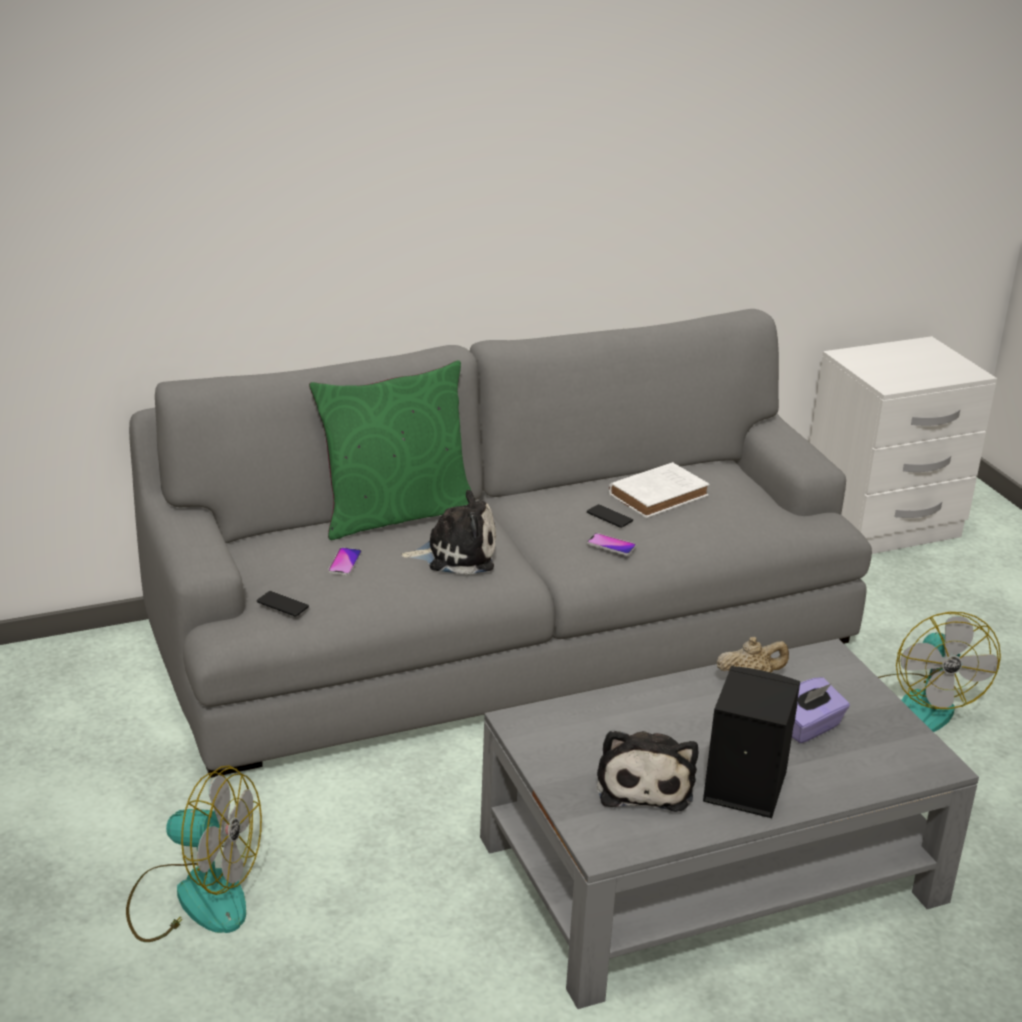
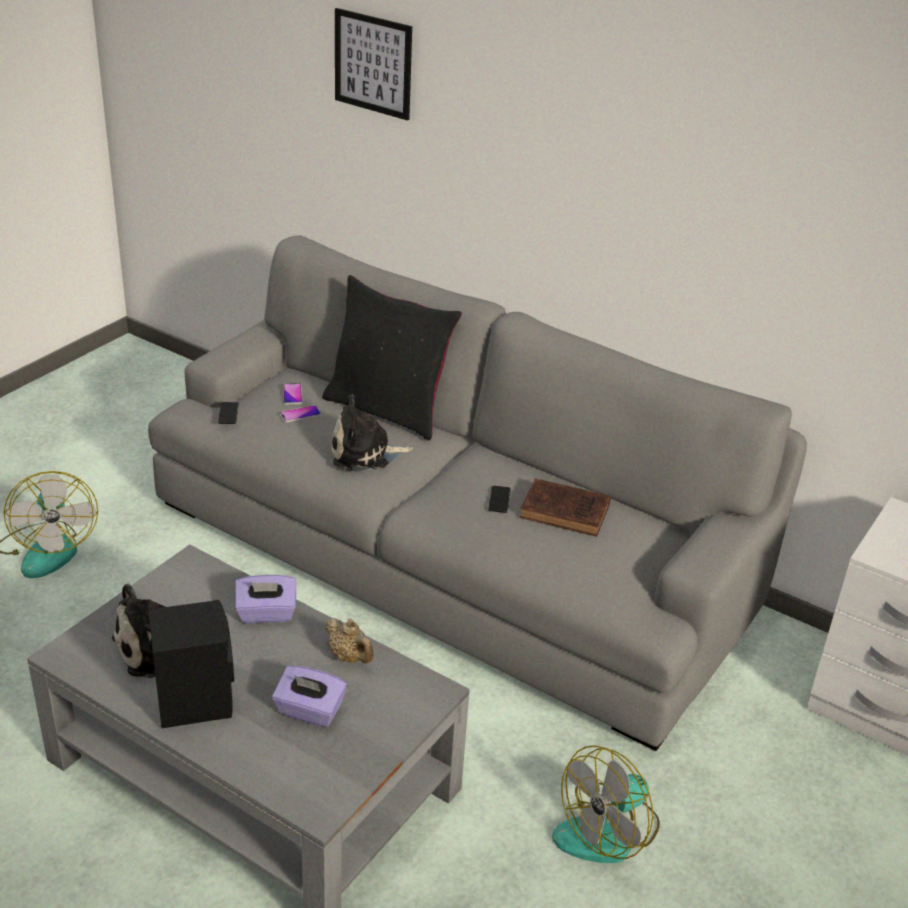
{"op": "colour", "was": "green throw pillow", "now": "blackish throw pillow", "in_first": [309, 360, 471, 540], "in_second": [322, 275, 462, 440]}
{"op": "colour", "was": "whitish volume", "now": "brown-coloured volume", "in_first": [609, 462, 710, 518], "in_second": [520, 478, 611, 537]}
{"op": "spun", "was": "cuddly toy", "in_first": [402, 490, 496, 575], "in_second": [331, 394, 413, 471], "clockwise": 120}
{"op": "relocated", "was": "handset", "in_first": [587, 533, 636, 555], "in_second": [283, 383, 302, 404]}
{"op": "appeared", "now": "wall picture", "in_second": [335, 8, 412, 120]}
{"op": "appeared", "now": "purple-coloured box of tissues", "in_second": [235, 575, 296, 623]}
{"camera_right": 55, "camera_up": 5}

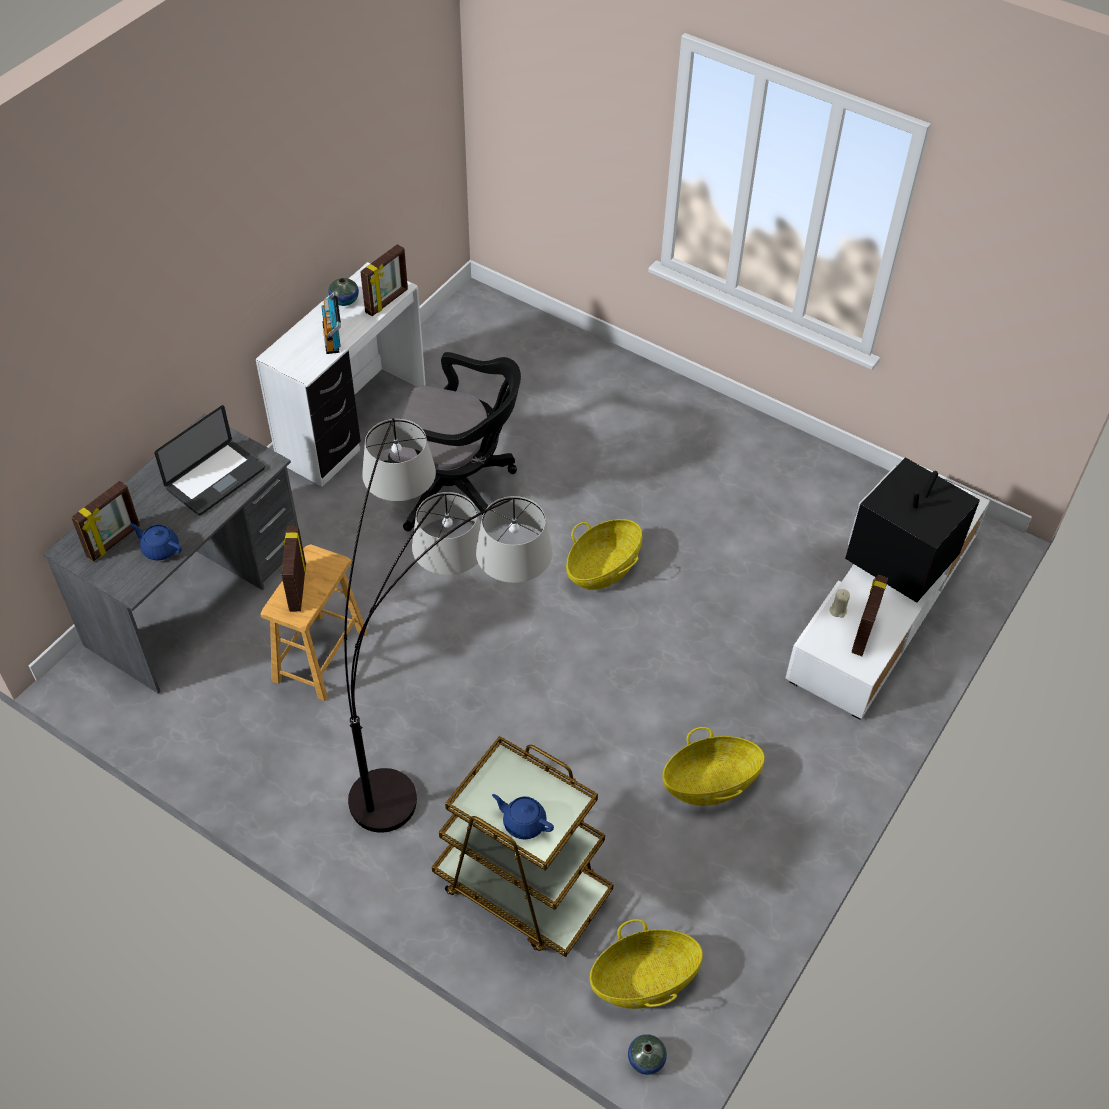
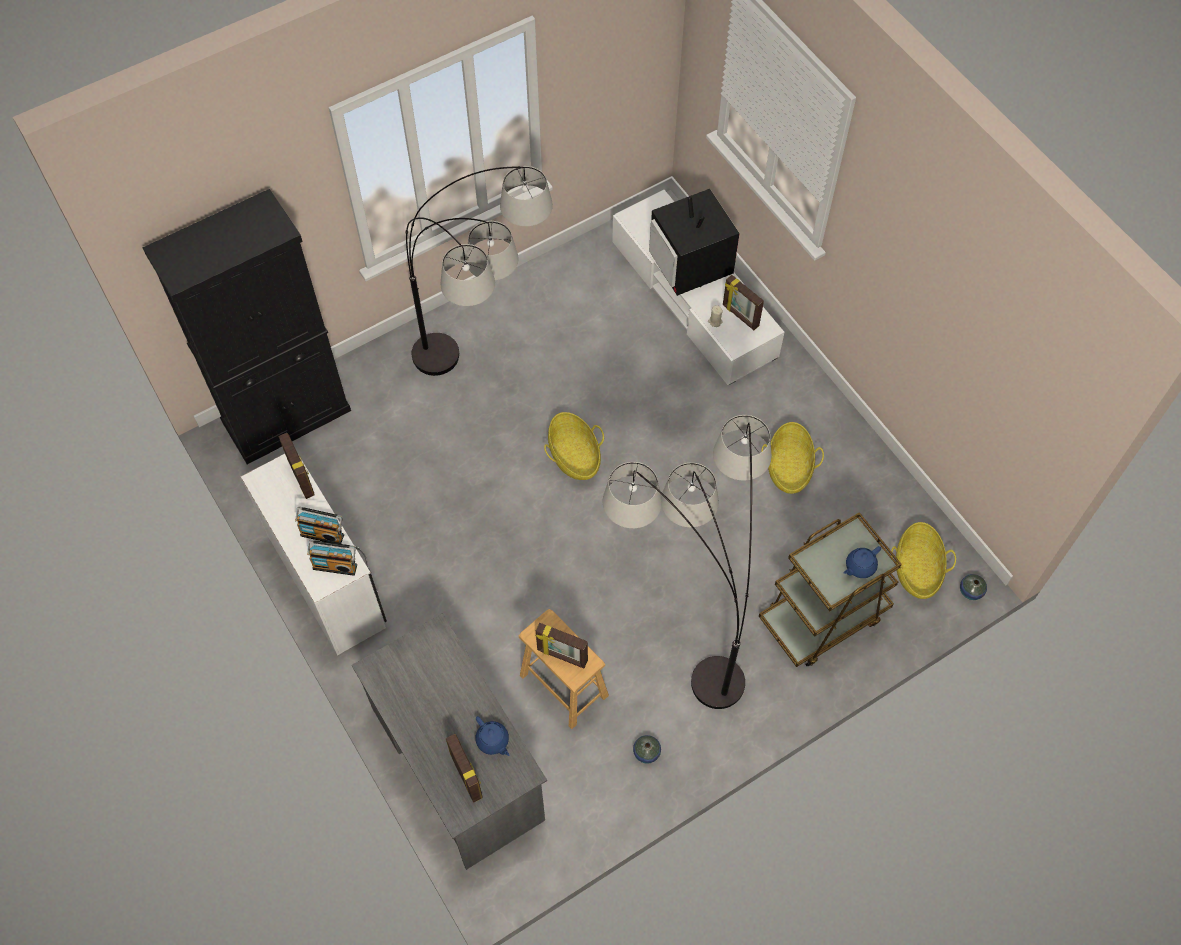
{"op": "relocated", "was": "decorative vase", "in_first": [328, 278, 359, 306], "in_second": [633, 735, 661, 764]}
{"op": "missing", "was": "blackish computer chair", "in_first": [383, 352, 521, 531]}
{"op": "missing", "was": "notebook computer", "in_first": [154, 405, 265, 515]}
{"op": "spun", "was": "blue pot for tea", "in_first": [130, 523, 182, 560], "in_second": [475, 716, 509, 756], "clockwise": -90}
{"op": "appeared", "now": "floor lamp", "in_second": [405, 166, 553, 376]}
{"op": "appeared", "now": "blackish cupboard", "in_second": [143, 189, 351, 464]}
{"op": "appeared", "now": "radio", "in_second": [307, 540, 357, 576]}
{"camera_right": -65, "camera_up": 10}

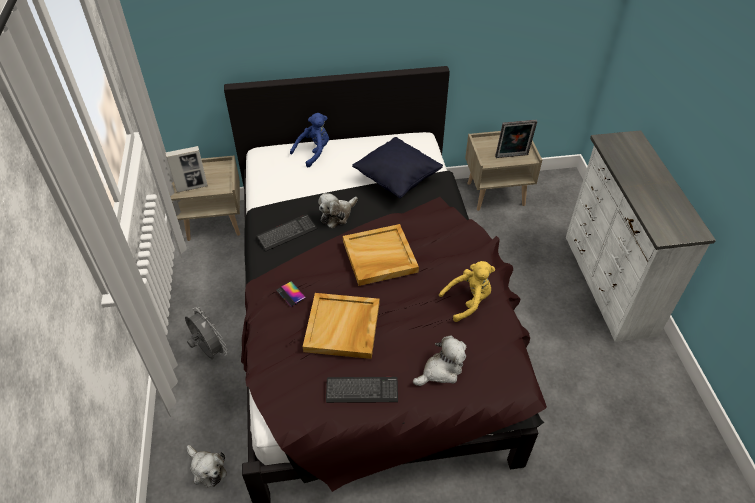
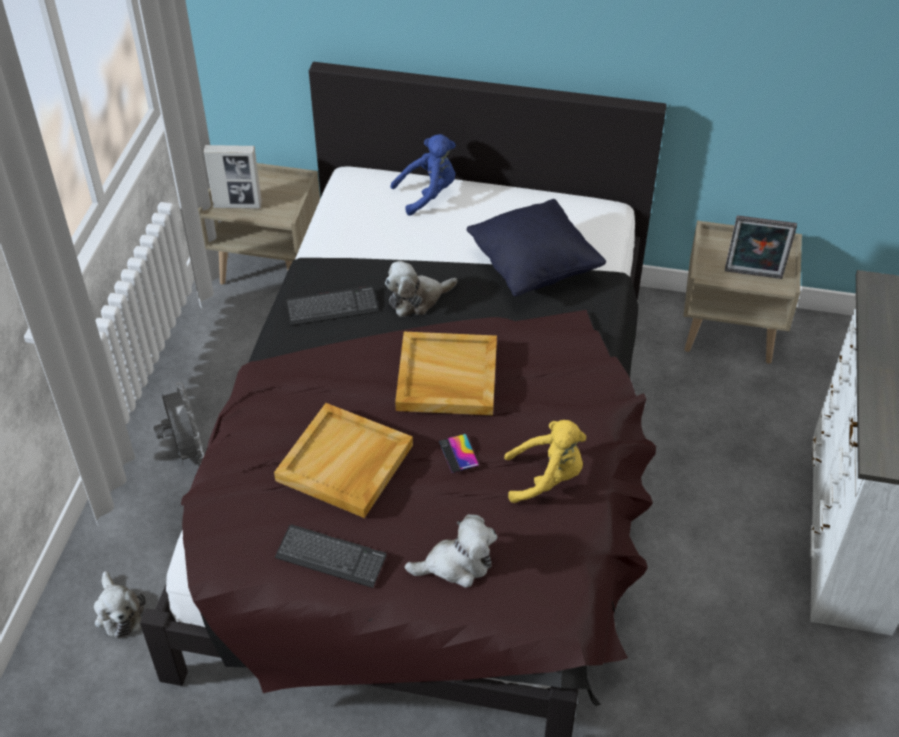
{"op": "relocated", "was": "handset", "in_first": [277, 281, 306, 307], "in_second": [439, 434, 479, 473]}
{"camera_right": 20, "camera_up": 0}

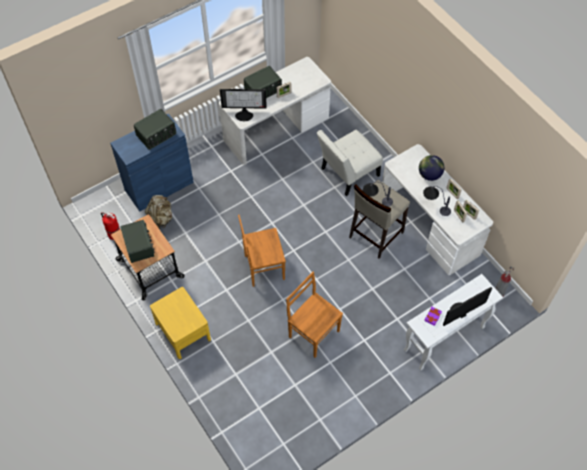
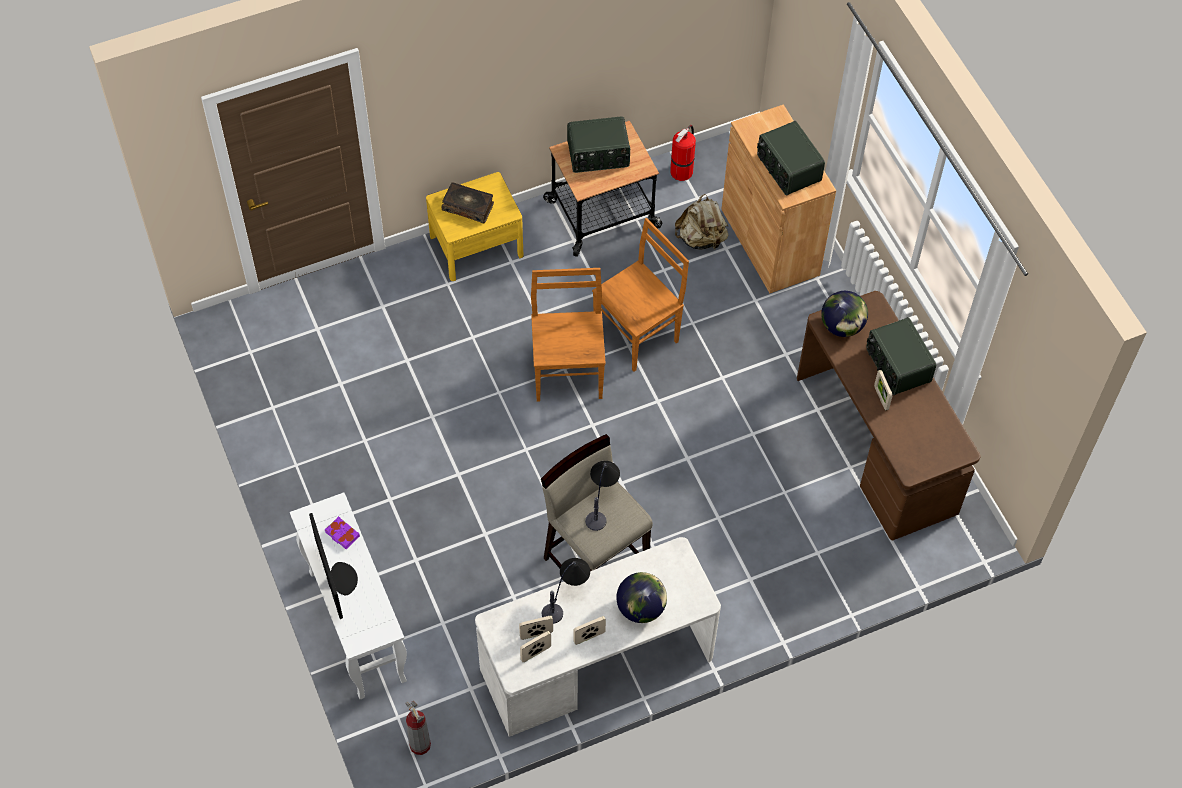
{"op": "colour", "was": "whitish desk table", "now": "brown-coloured desk table", "in_first": [219, 57, 331, 165], "in_second": [797, 291, 981, 540]}
{"op": "exchanged", "was": "monitor", "now": "globe", "in_first": [220, 89, 267, 121], "in_second": [821, 291, 868, 337]}
{"op": "colour", "was": "blue cupboard", "now": "brown-coloured cupboard", "in_first": [110, 114, 194, 211], "in_second": [721, 104, 836, 293]}
{"op": "missing", "was": "whitish chair", "in_first": [317, 130, 383, 196]}
{"op": "relocated", "was": "brown-coloured chair", "in_first": [286, 272, 343, 358], "in_second": [592, 218, 689, 372]}
{"op": "appeared", "now": "volume", "in_second": [442, 182, 494, 223]}
{"camera_right": 100, "camera_up": 0}

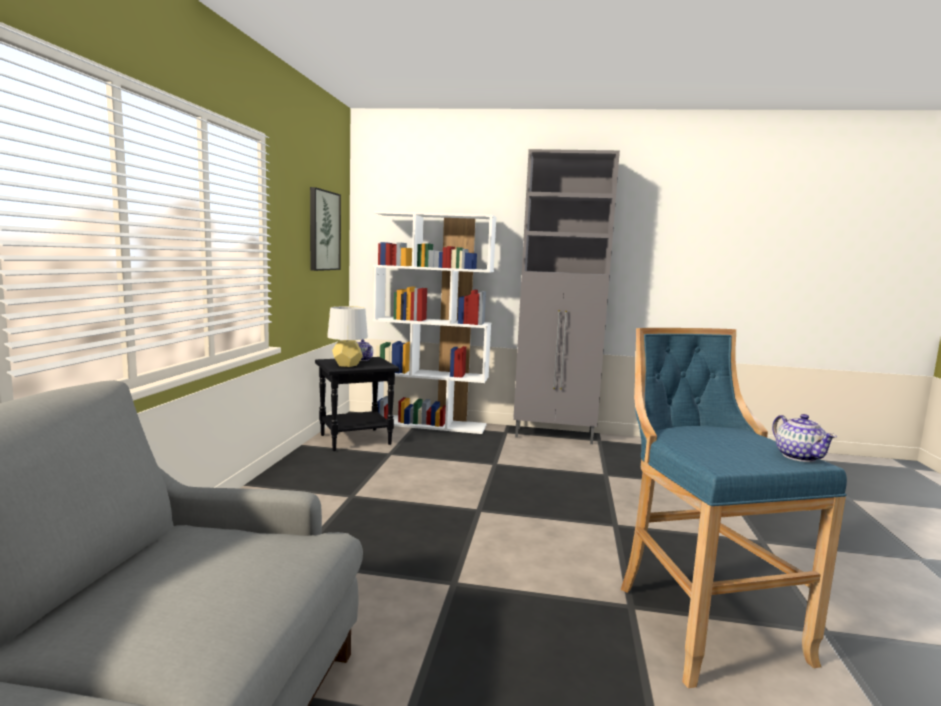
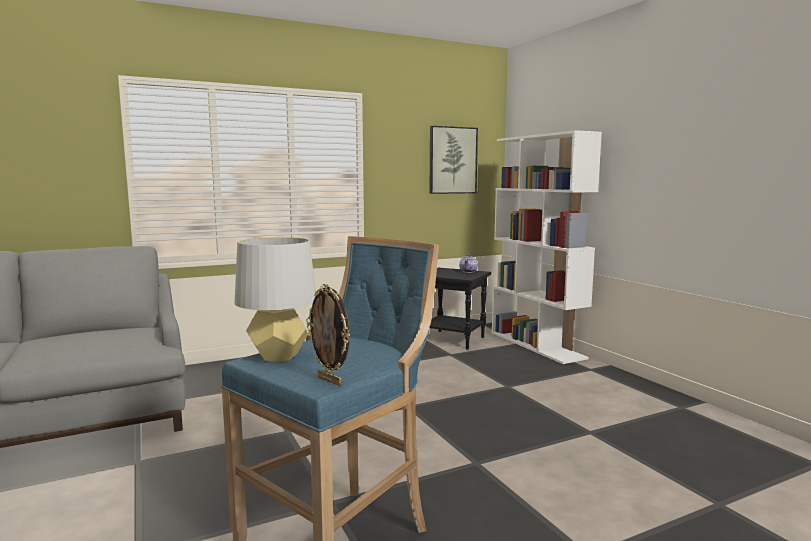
{"op": "missing", "was": "grey cupboard", "in_first": [513, 149, 620, 444]}
{"op": "relocated", "was": "grey lamp for a table", "in_first": [327, 306, 368, 367], "in_second": [234, 237, 316, 362]}
{"op": "exchanged", "was": "pot for tea", "now": "picture frame", "in_first": [772, 414, 837, 462], "in_second": [306, 284, 350, 386]}
{"camera_right": 55, "camera_up": 0}

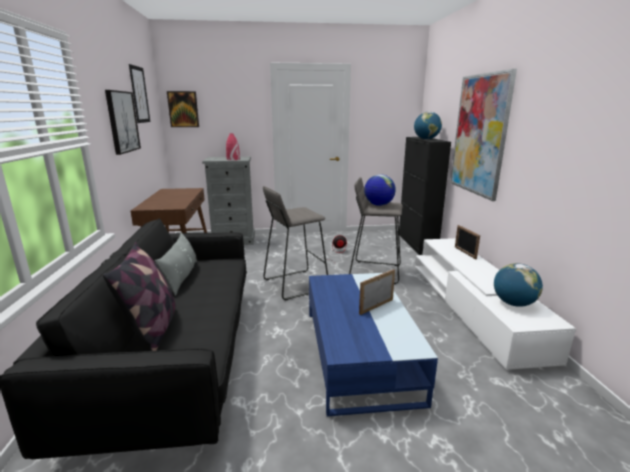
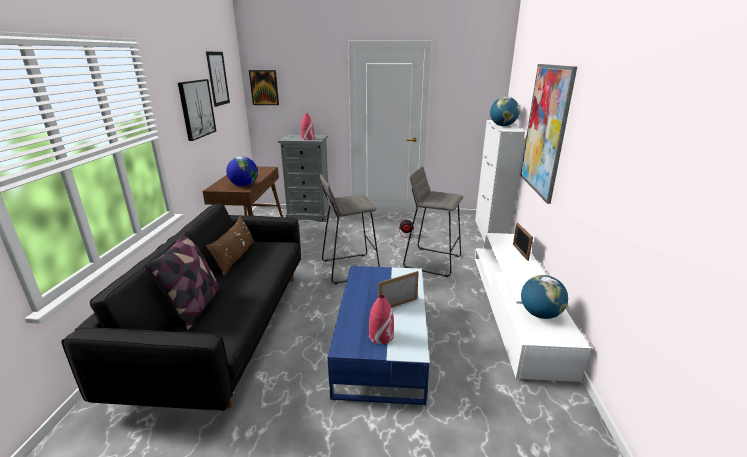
{"op": "colour", "was": "blackish cupboard", "now": "whitish cupboard", "in_first": [399, 137, 451, 255], "in_second": [475, 120, 525, 241]}
{"op": "relocated", "was": "globe", "in_first": [364, 174, 396, 206], "in_second": [226, 156, 258, 187]}
{"op": "colour", "was": "grey throw pillow", "now": "brown-coloured throw pillow", "in_first": [155, 232, 197, 296], "in_second": [206, 216, 255, 276]}
{"op": "appeared", "now": "red-coloured decorative vase", "in_second": [369, 295, 394, 344]}
{"camera_right": 10, "camera_up": 5}

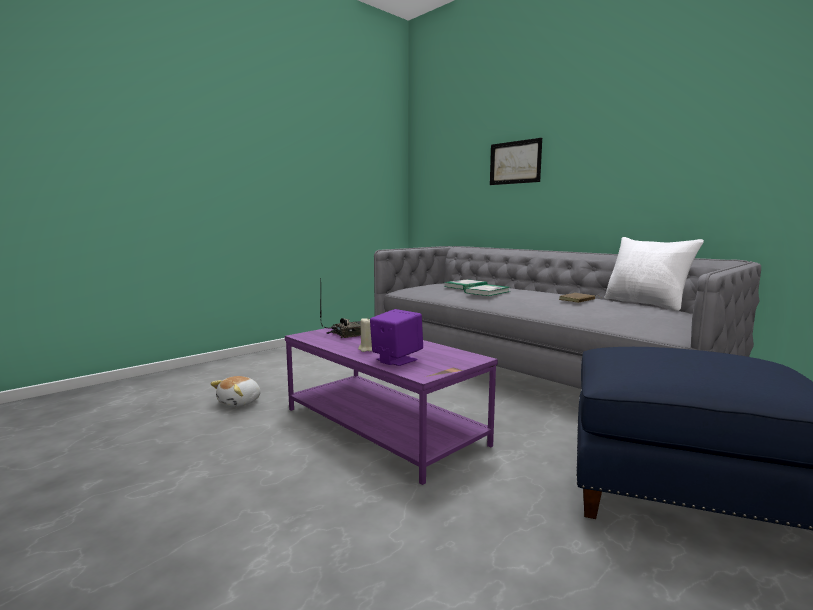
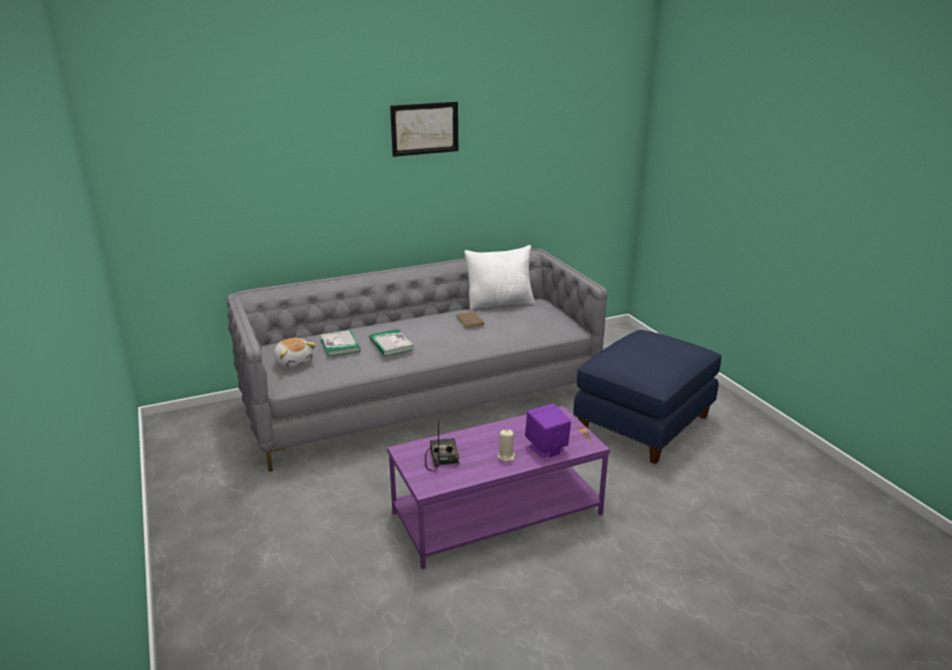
{"op": "relocated", "was": "wall picture", "in_first": [490, 138, 542, 185], "in_second": [390, 101, 458, 157]}
{"op": "relocated", "was": "cuddly toy", "in_first": [210, 376, 261, 407], "in_second": [273, 338, 316, 368]}
{"camera_right": -70, "camera_up": 15}

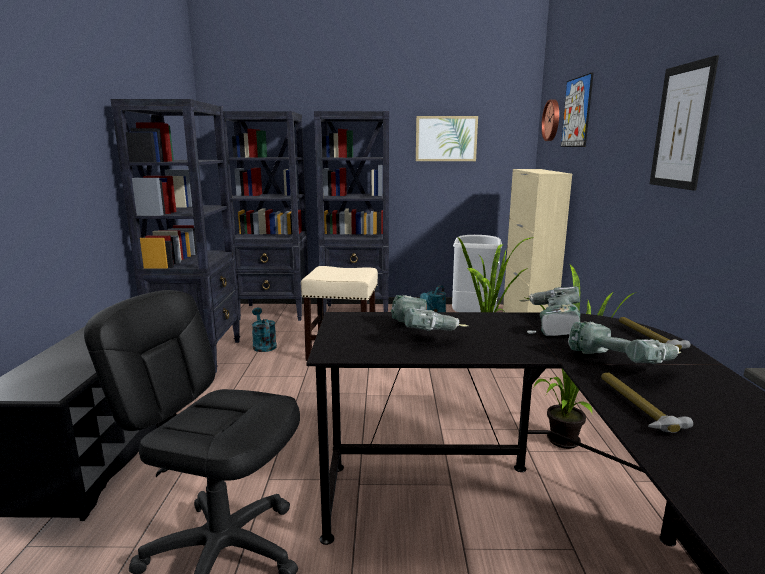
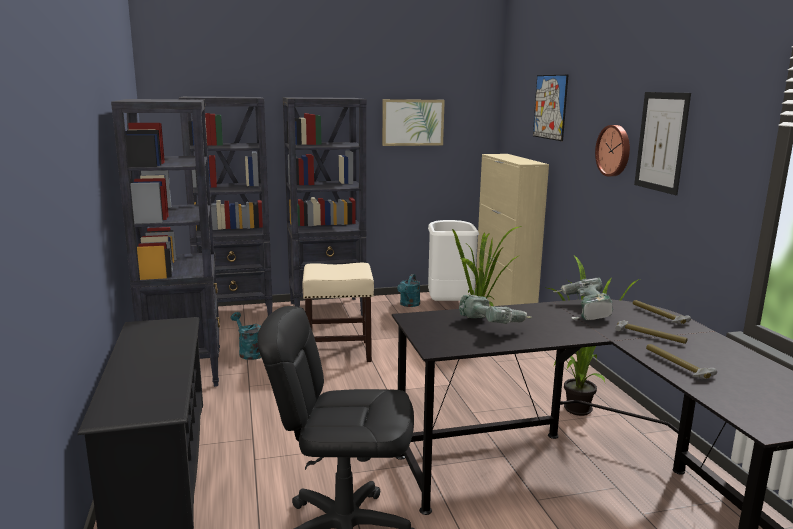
{"op": "relocated", "was": "clock on the wall", "in_first": [541, 99, 559, 141], "in_second": [595, 125, 630, 177]}
{"op": "exchanged", "was": "power drill", "now": "hammer", "in_first": [568, 321, 681, 364], "in_second": [615, 320, 688, 344]}
{"camera_right": -15, "camera_up": 0}

